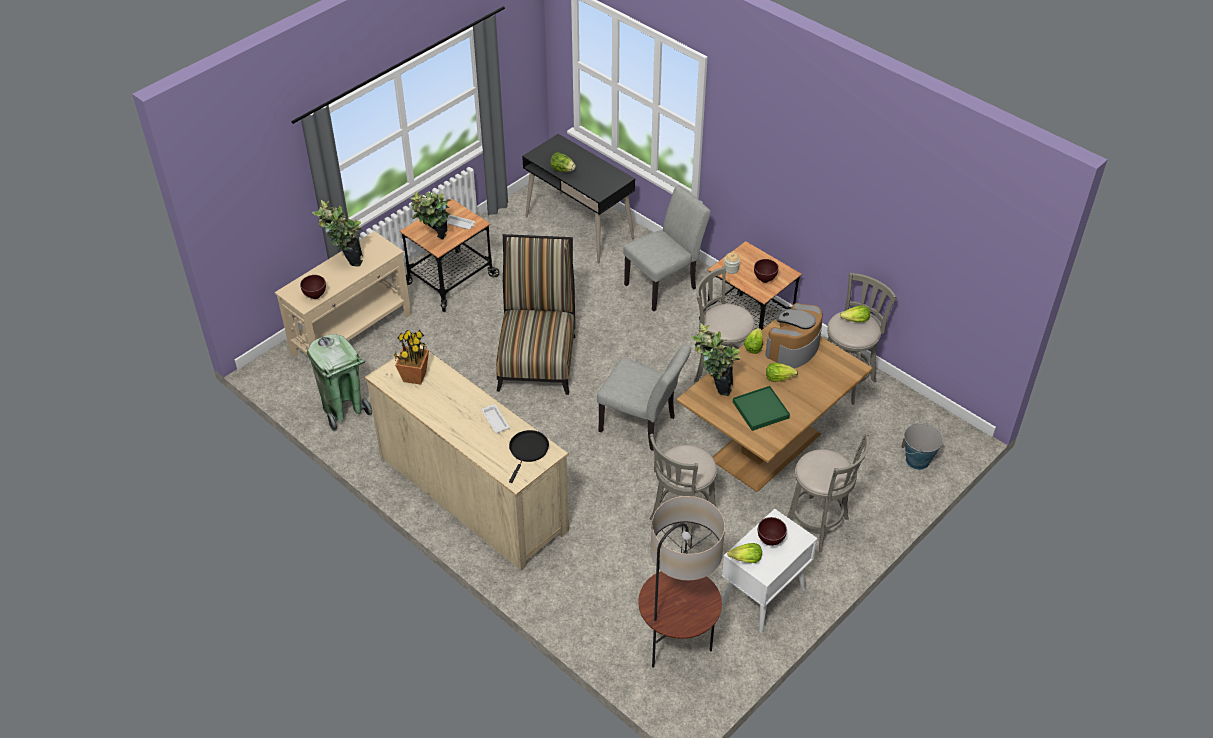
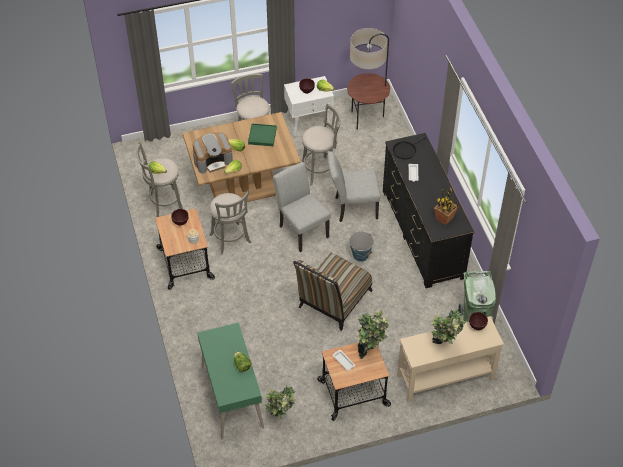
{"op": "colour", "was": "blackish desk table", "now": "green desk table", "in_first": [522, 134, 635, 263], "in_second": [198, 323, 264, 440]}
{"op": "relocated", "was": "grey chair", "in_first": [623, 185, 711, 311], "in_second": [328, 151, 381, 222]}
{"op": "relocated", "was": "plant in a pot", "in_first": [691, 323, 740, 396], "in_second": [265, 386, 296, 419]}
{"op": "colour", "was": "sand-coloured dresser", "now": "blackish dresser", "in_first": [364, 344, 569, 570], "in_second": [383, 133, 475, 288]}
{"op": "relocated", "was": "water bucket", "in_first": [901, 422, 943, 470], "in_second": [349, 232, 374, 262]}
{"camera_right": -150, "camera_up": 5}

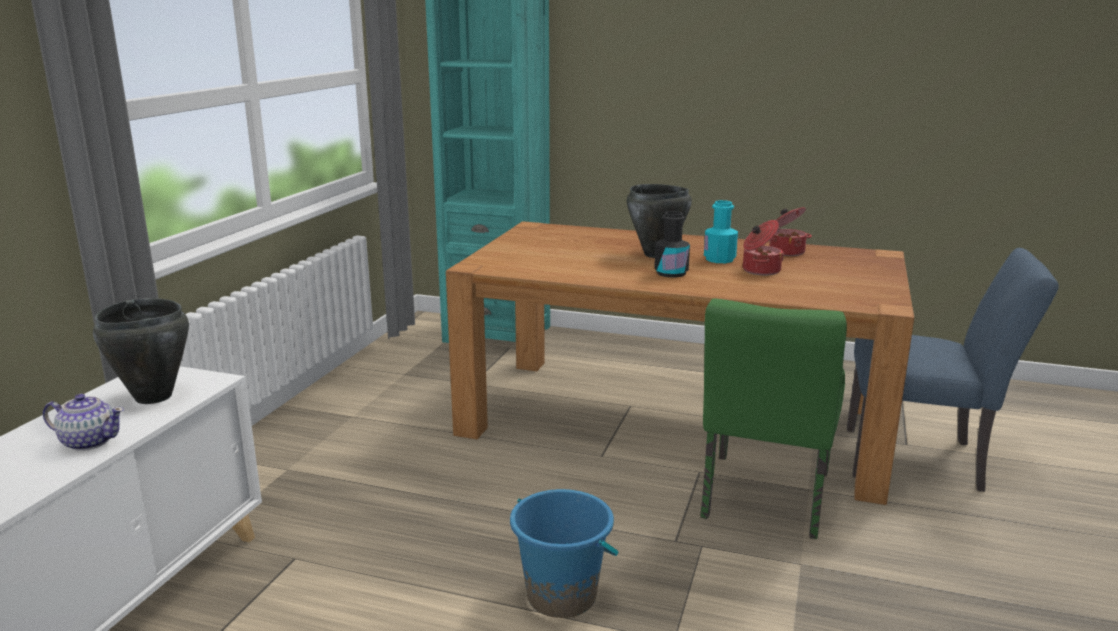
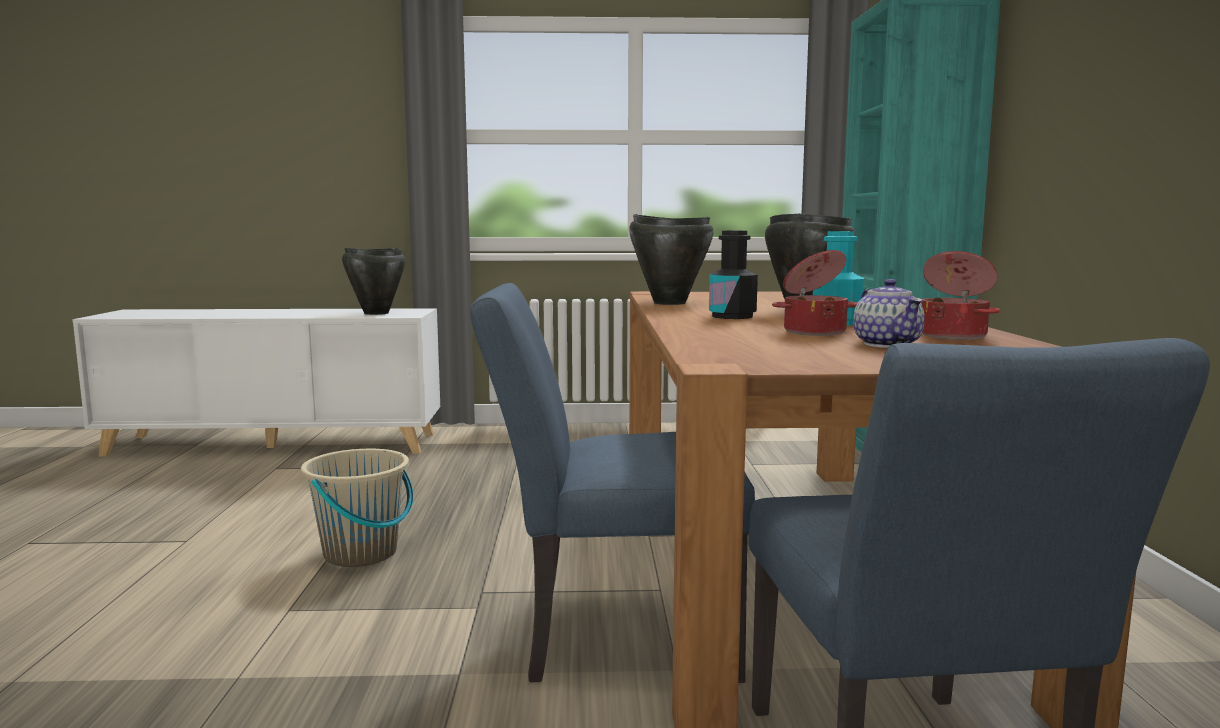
{"op": "colour", "was": "green chair", "now": "blue chair", "in_first": [700, 299, 847, 539], "in_second": [470, 283, 755, 683]}
{"op": "relocated", "was": "pot for tea", "in_first": [43, 394, 124, 451], "in_second": [853, 279, 925, 348]}
{"op": "colour", "was": "blue water bucket", "now": "sand-coloured water bucket", "in_first": [510, 489, 618, 618], "in_second": [301, 449, 413, 567]}
{"op": "appeared", "now": "blackish cooking pot", "in_second": [629, 214, 713, 305]}
{"camera_right": 70, "camera_up": -10}

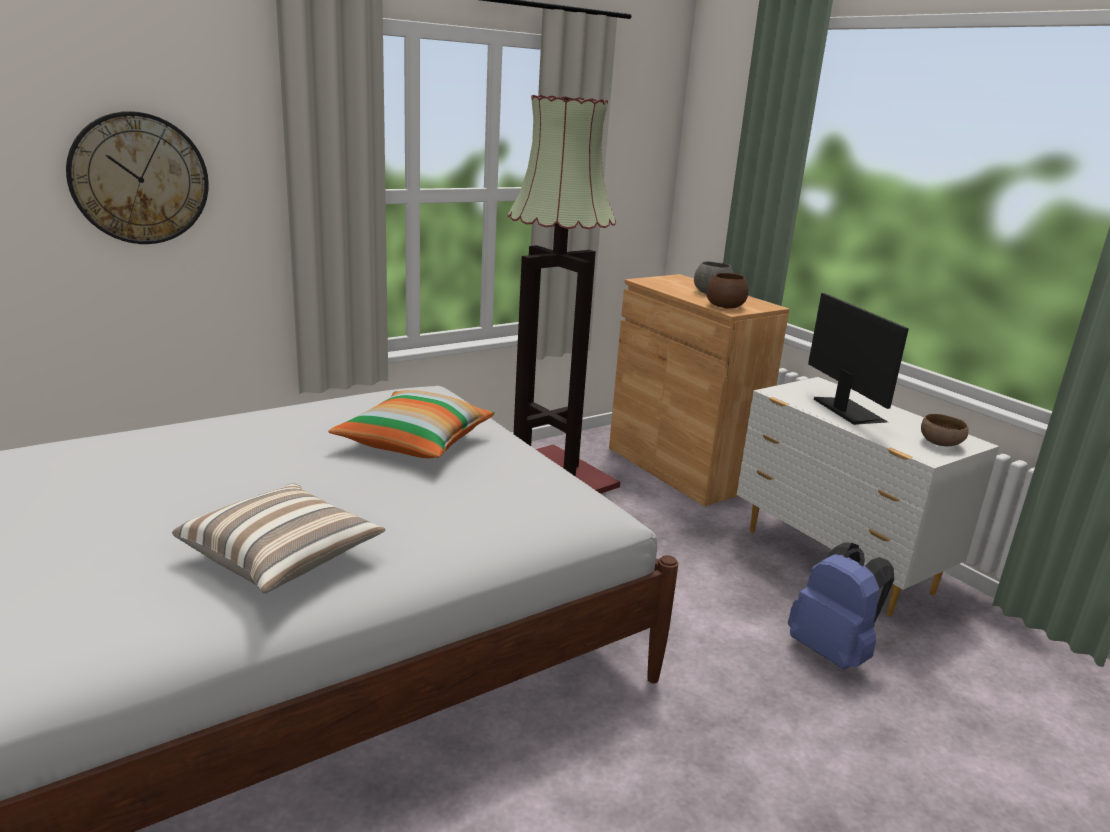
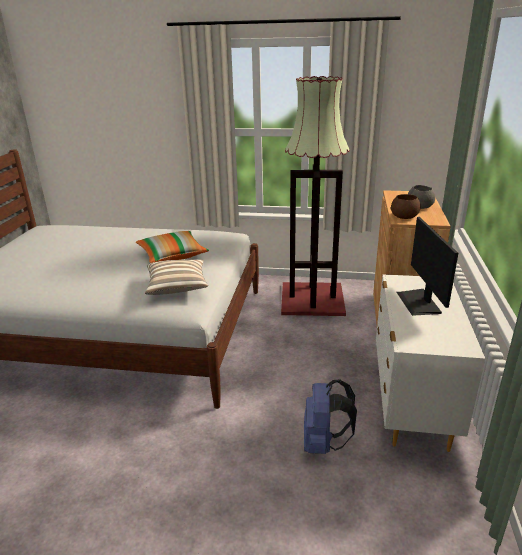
{"op": "missing", "was": "clock on the wall", "in_first": [66, 111, 209, 244]}
{"op": "spun", "was": "monitor", "in_first": [808, 293, 909, 425], "in_second": [397, 217, 458, 316], "clockwise": 150}
{"op": "missing", "was": "brown-coloured serving bowl", "in_first": [921, 414, 968, 446]}
{"op": "relocated", "was": "throw pillow", "in_first": [172, 483, 385, 594], "in_second": [145, 259, 208, 295]}
{"camera_right": 45, "camera_up": 5}

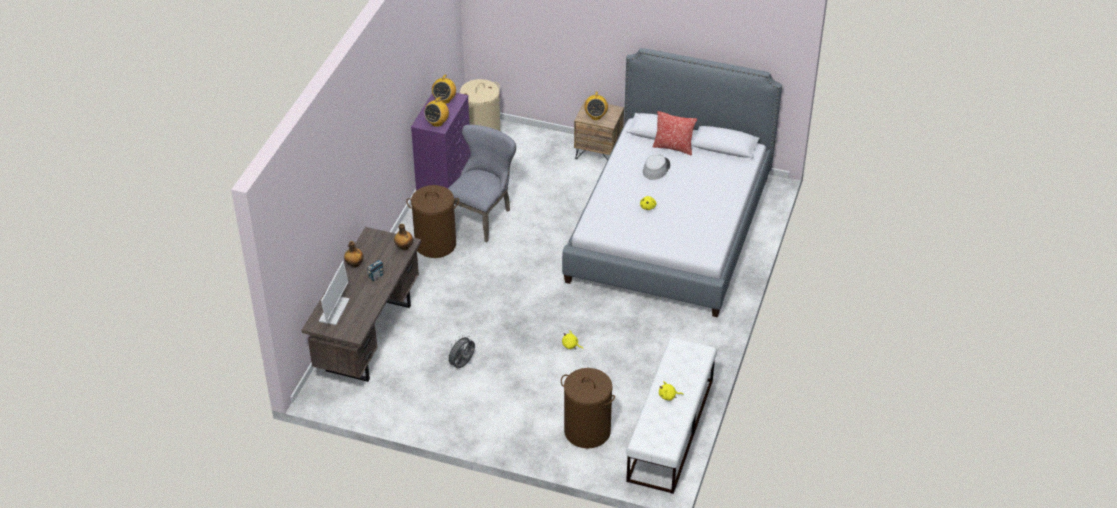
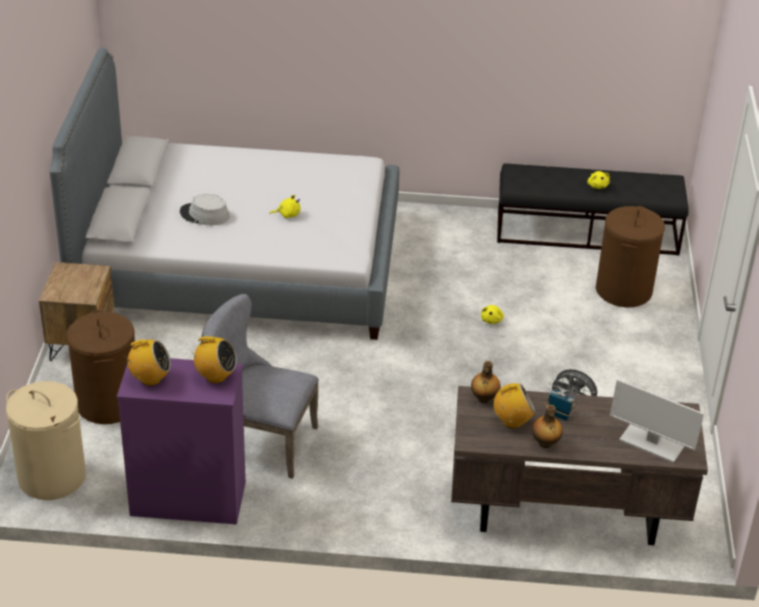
{"op": "relocated", "was": "radio", "in_first": [584, 92, 608, 120], "in_second": [494, 383, 535, 428]}
{"op": "missing", "was": "throw pillow", "in_first": [653, 111, 697, 155]}
{"op": "relocated", "was": "brown-coloured washing basket", "in_first": [406, 185, 459, 258], "in_second": [67, 310, 135, 424]}
{"op": "spun", "was": "monitor", "in_first": [319, 261, 350, 325], "in_second": [610, 379, 704, 463], "clockwise": -150}
{"op": "colour", "was": "whitish bench", "now": "blackish bench", "in_first": [626, 338, 717, 494], "in_second": [497, 163, 688, 256]}
{"camera_right": -105, "camera_up": -5}

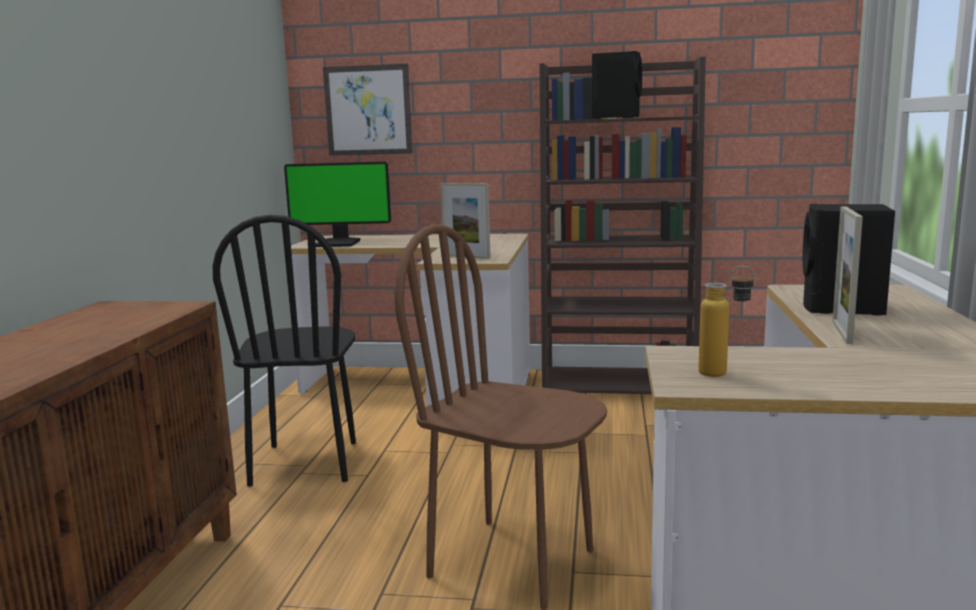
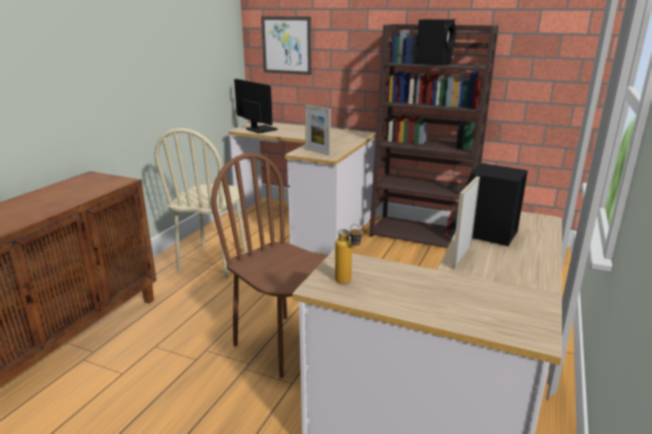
{"op": "spun", "was": "monitor", "in_first": [284, 162, 391, 247], "in_second": [234, 79, 278, 133], "clockwise": -150}
{"op": "colour", "was": "blackish chair", "now": "sand-coloured chair", "in_first": [213, 215, 356, 487], "in_second": [154, 128, 246, 278]}
{"camera_right": 15, "camera_up": 10}

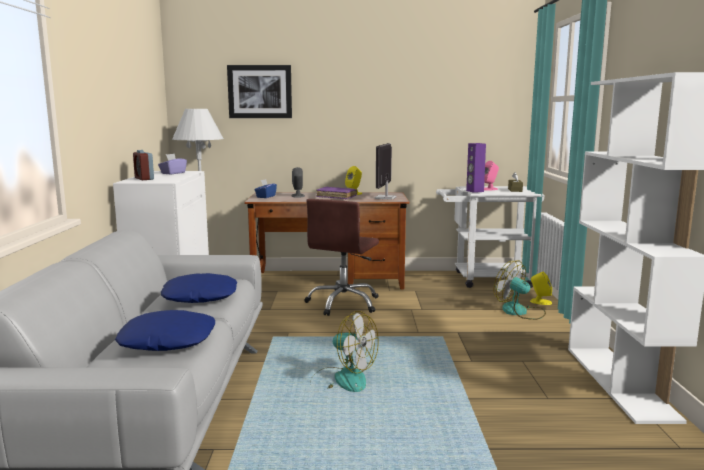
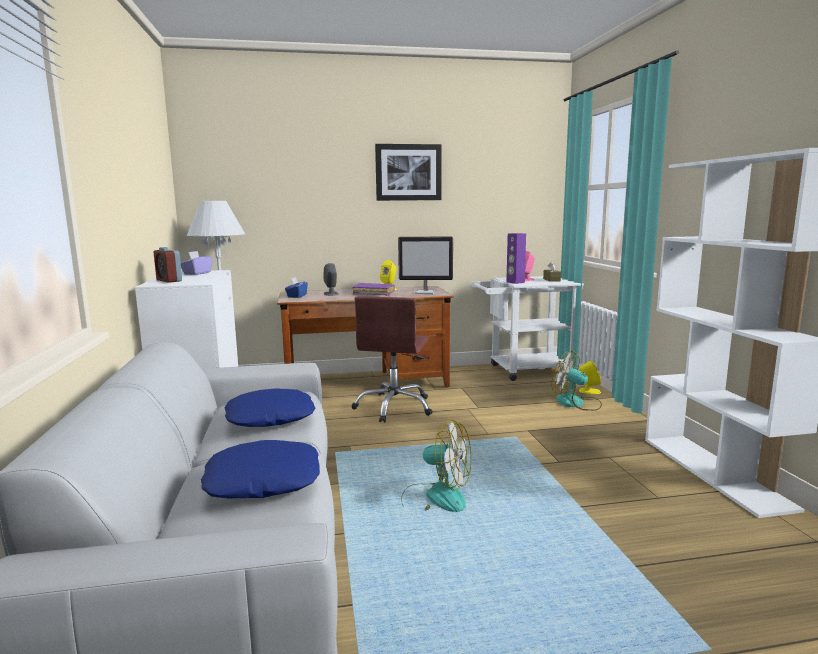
{"op": "relocated", "was": "wall picture", "in_first": [227, 65, 292, 118], "in_second": [375, 144, 442, 201]}
{"op": "spun", "was": "monitor", "in_first": [375, 143, 397, 200], "in_second": [398, 236, 453, 294], "clockwise": -90}
{"camera_right": -10, "camera_up": 0}

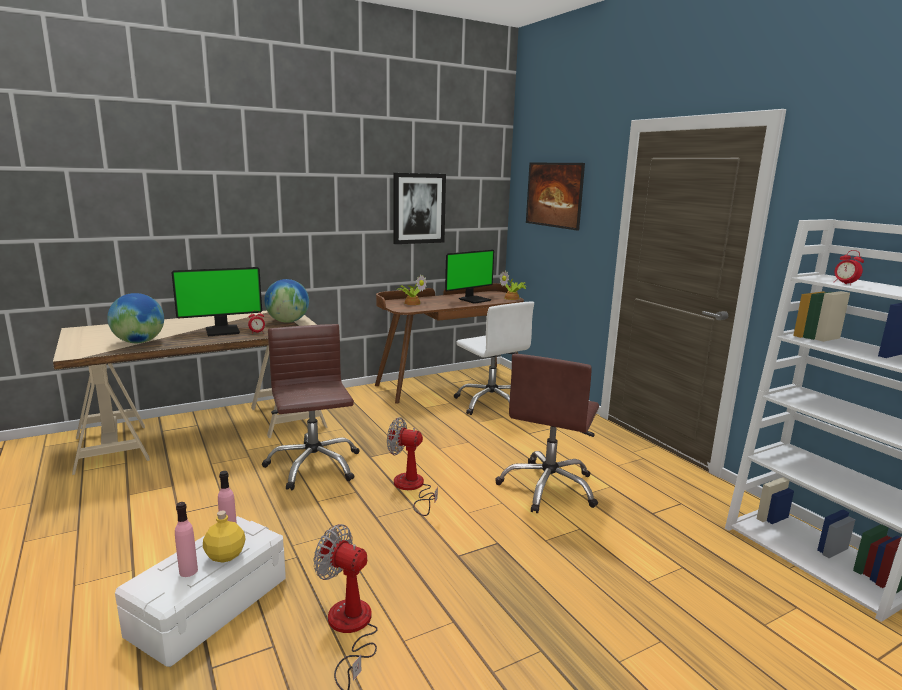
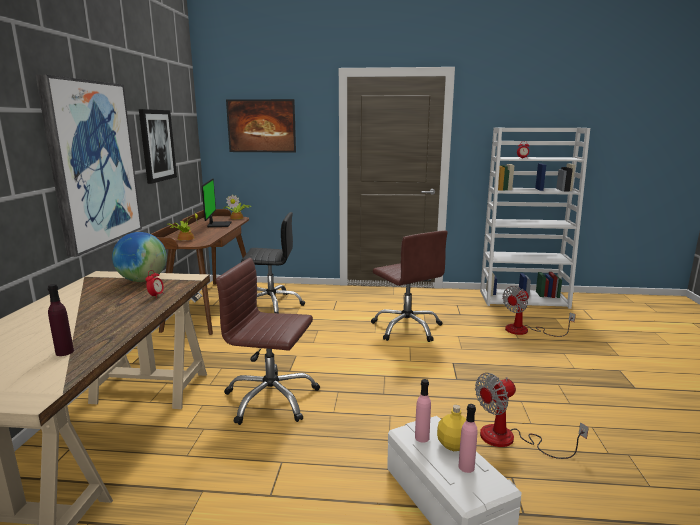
{"op": "missing", "was": "monitor", "in_first": [171, 267, 262, 336]}
{"op": "exchanged", "was": "globe", "now": "purple-coloured drink bottle", "in_first": [107, 293, 164, 343], "in_second": [48, 284, 74, 356]}
{"op": "colour", "was": "whitish computer chair", "now": "blackish computer chair", "in_first": [454, 301, 534, 415], "in_second": [241, 212, 305, 313]}
{"op": "relocated", "was": "electric fan", "in_first": [387, 417, 438, 516], "in_second": [503, 286, 576, 337]}
{"op": "appeared", "now": "wall picture", "in_second": [36, 75, 142, 257]}
{"camera_right": -55, "camera_up": 0}

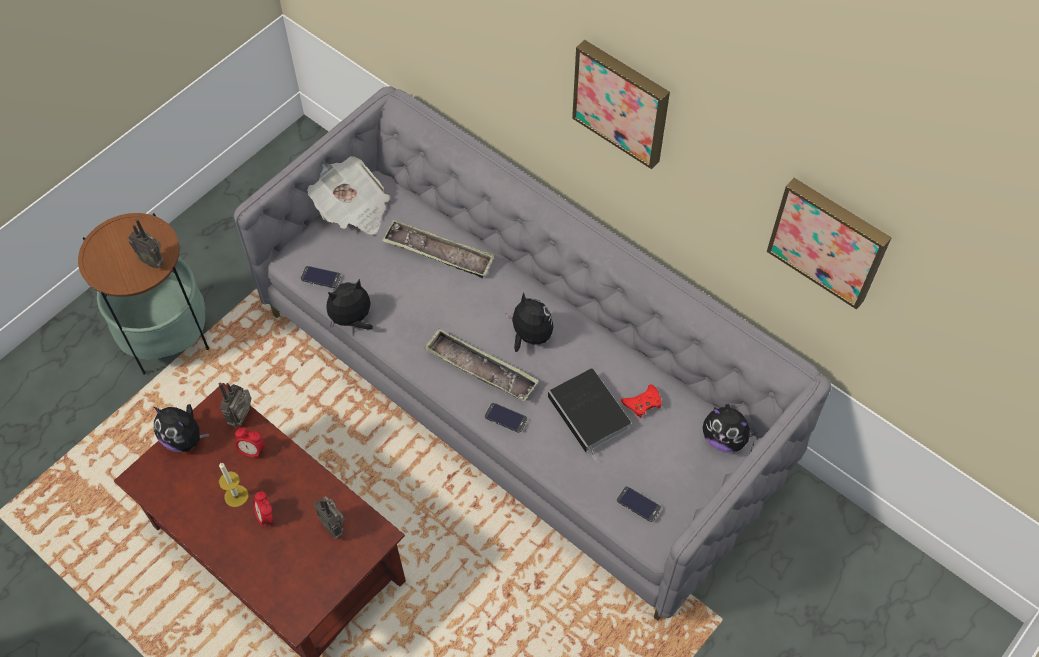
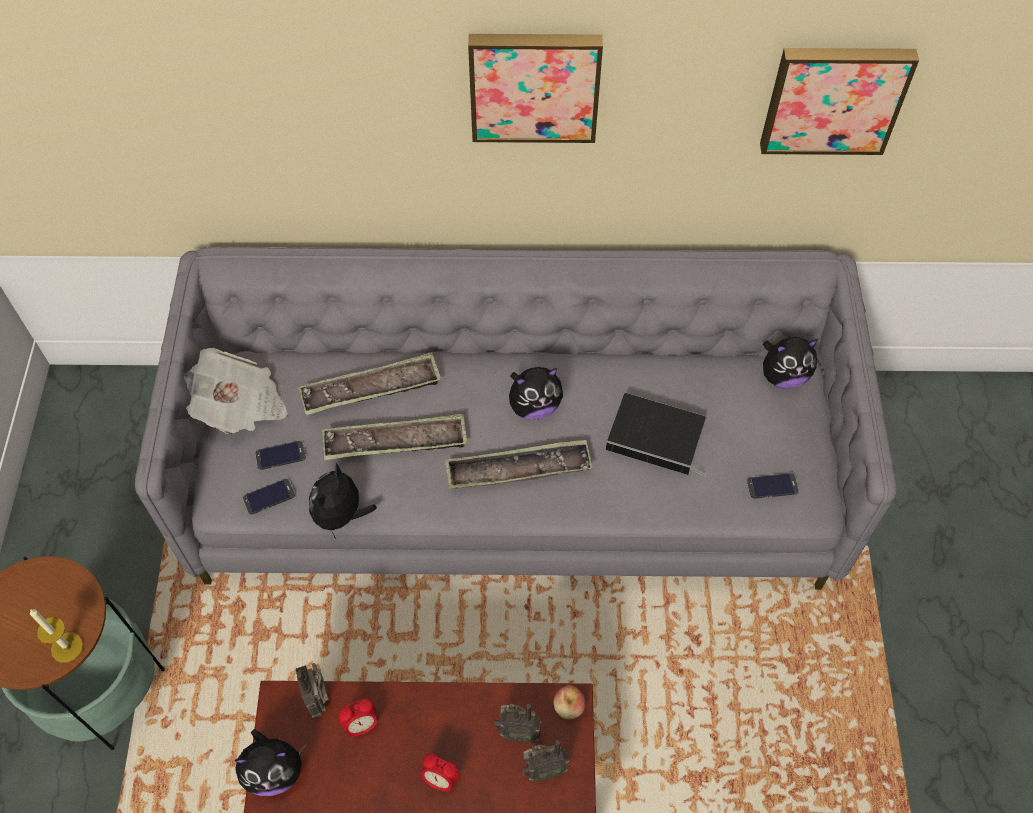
{"op": "relocated", "was": "radio", "in_first": [128, 219, 164, 268], "in_second": [522, 740, 570, 781]}
{"op": "spun", "was": "cuddly toy", "in_first": [505, 292, 554, 352], "in_second": [509, 367, 563, 420], "clockwise": 150}
{"op": "missing", "was": "red-coloured gamepad", "in_first": [621, 384, 662, 418]}
{"op": "relocated", "was": "handset", "in_first": [485, 403, 527, 432], "in_second": [255, 441, 306, 470]}
{"op": "relocated", "was": "candle", "in_first": [219, 462, 248, 507], "in_second": [30, 609, 83, 662]}
{"op": "appeared", "now": "carrying tray", "in_second": [322, 414, 467, 460]}
{"op": "appeared", "now": "apple fruit", "in_second": [553, 685, 585, 720]}
{"camera_right": -40, "camera_up": 0}

